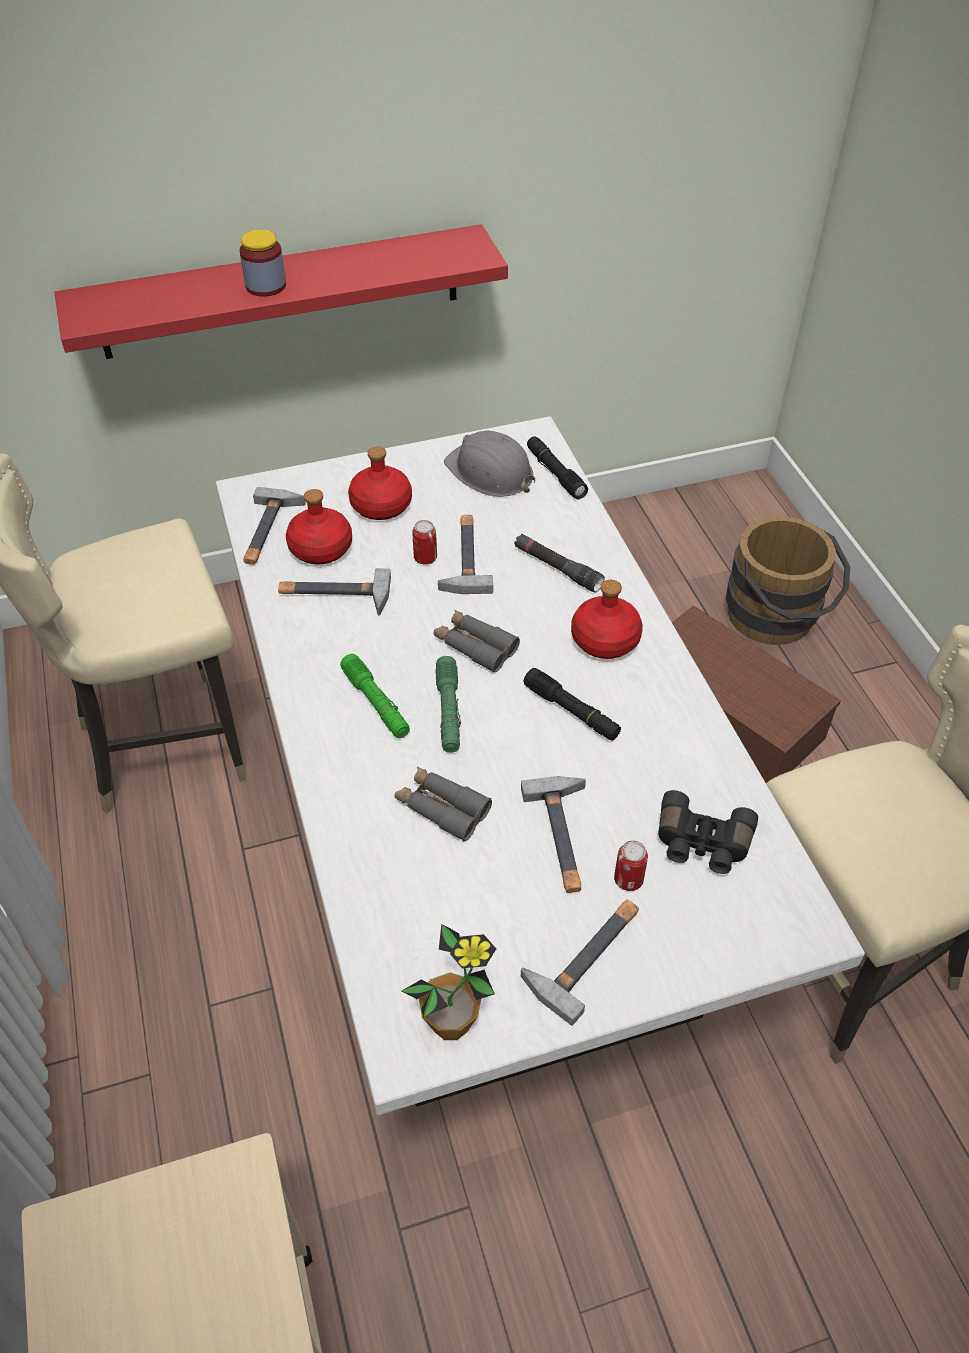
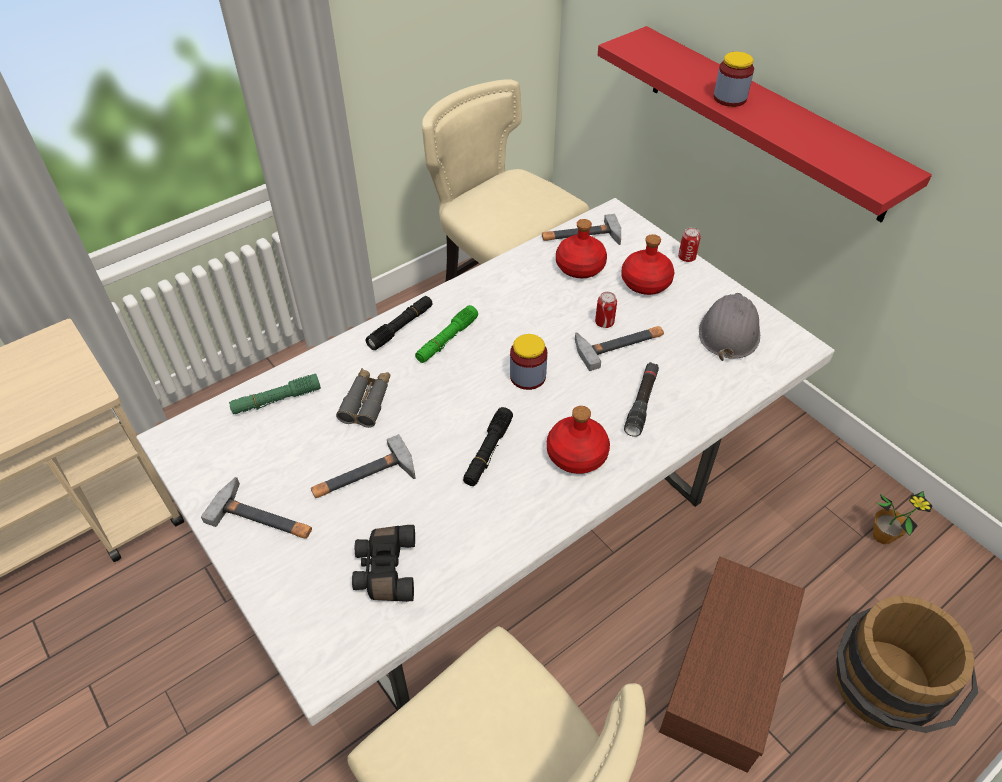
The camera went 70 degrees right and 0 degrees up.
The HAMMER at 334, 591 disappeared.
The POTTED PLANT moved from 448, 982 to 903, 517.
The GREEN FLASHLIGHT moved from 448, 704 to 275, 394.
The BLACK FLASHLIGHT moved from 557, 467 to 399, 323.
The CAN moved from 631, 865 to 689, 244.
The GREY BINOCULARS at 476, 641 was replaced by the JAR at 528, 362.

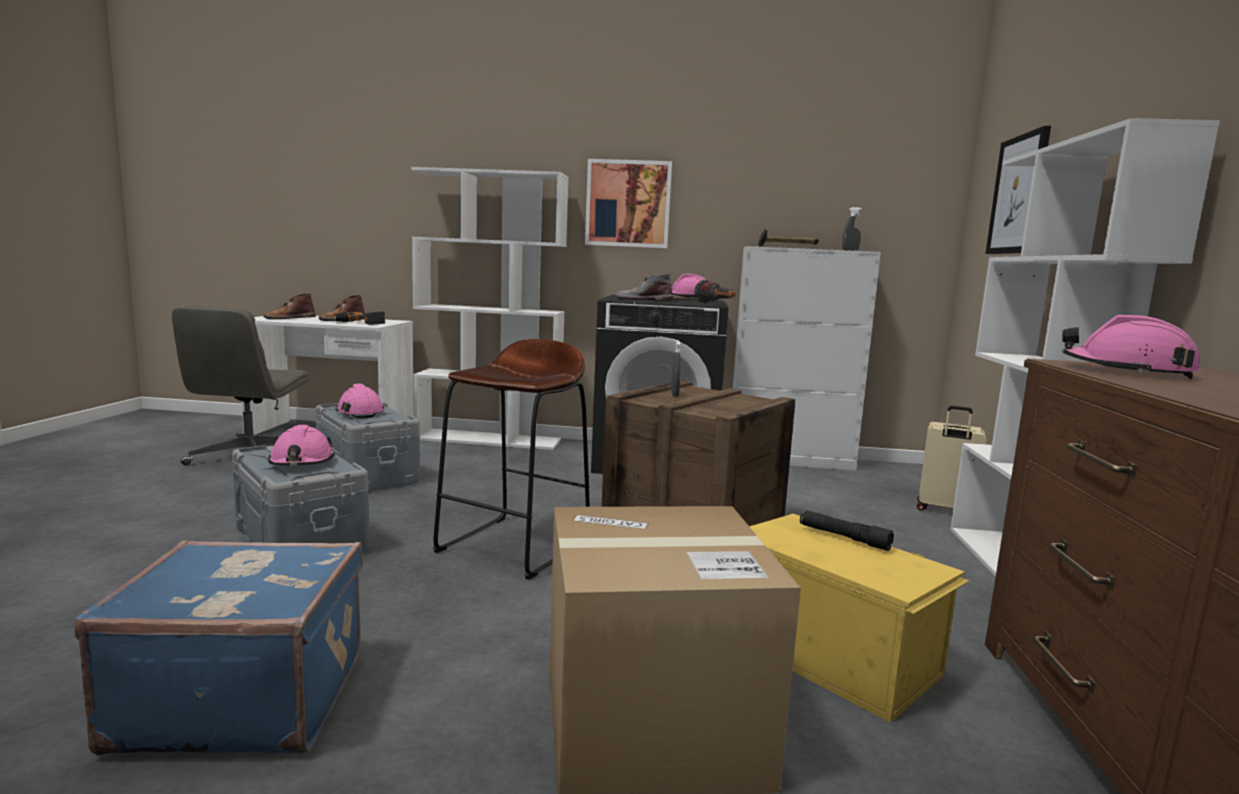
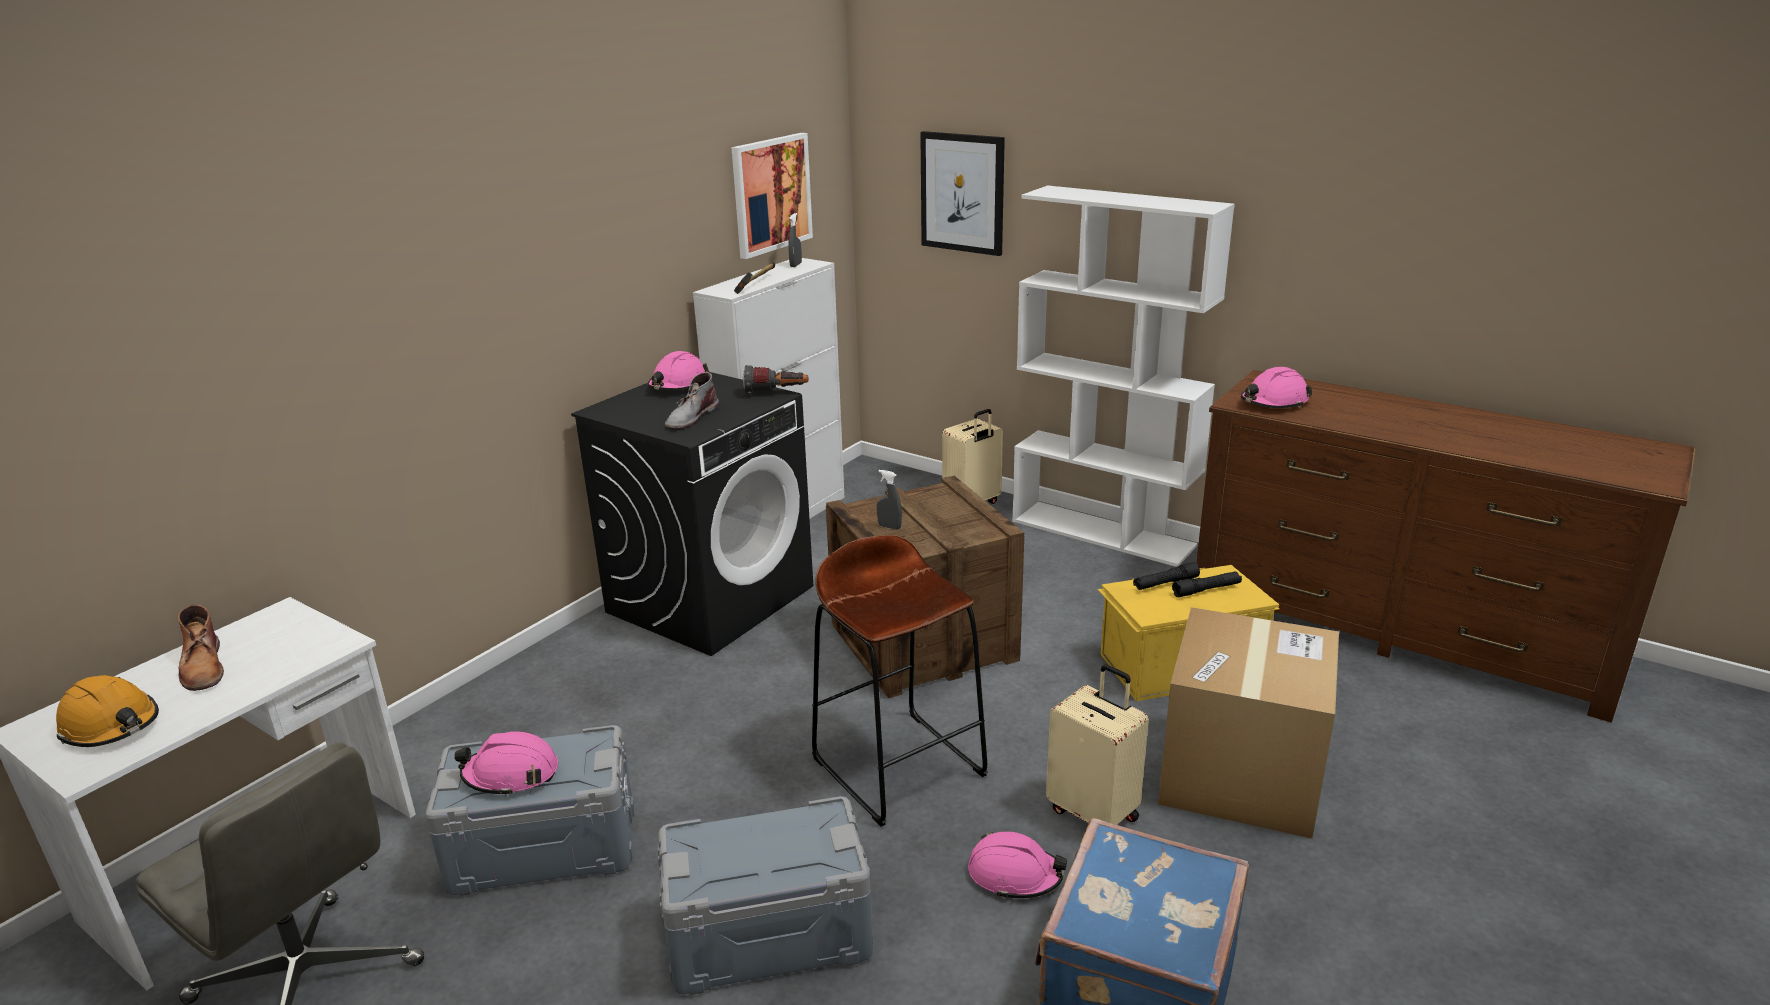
The camera went 60 degrees left and 15 degrees up.
The POWER DRILL at 359, 318 disappeared.
The WHITE BOOKCASE at 490, 308 disappeared.
The BEIGE SUITCASE at 1097, 744 appeared.
The BLACK FLASHLIGHT at 1207, 584 appeared.
The PINK HARD HAT moved from 301, 445 to 1017, 865.
The PICTURE moved from 628, 203 to 772, 196.
The BROWN BOOT at 289, 306 was replaced by the ORANGE HARD HAT at 107, 711.

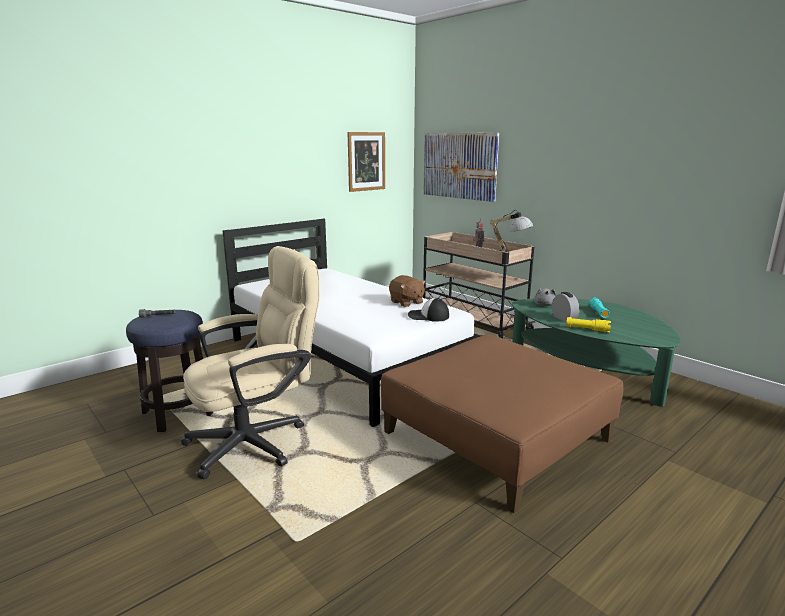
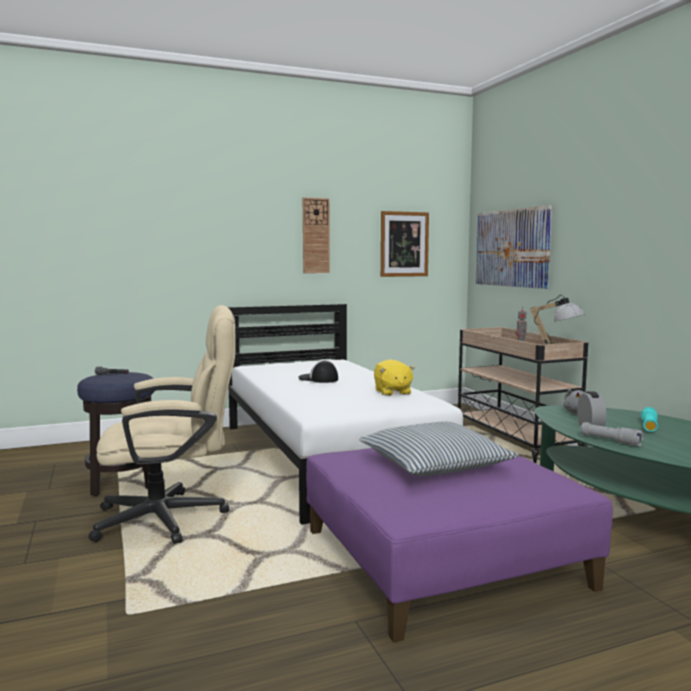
The camera went 20 degrees right and 10 degrees down.
The WALL CLOCK at 316, 235 appeared.
The PILLOW at 439, 449 appeared.
The CAP moved from 428, 310 to 318, 371.
The BROWN OTTOMAN at 502, 423 became the PURPLE OTTOMAN at 459, 545.
The BROWN PLUSH TOY at 407, 291 became the YELLOW PLUSH TOY at 394, 377.
The YELLOW FLASHLIGHT at 588, 324 became the GREY FLASHLIGHT at 612, 434.

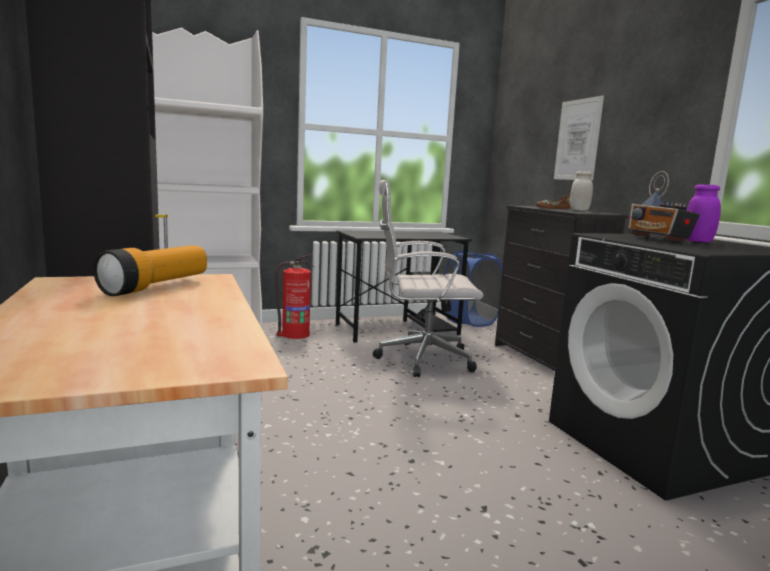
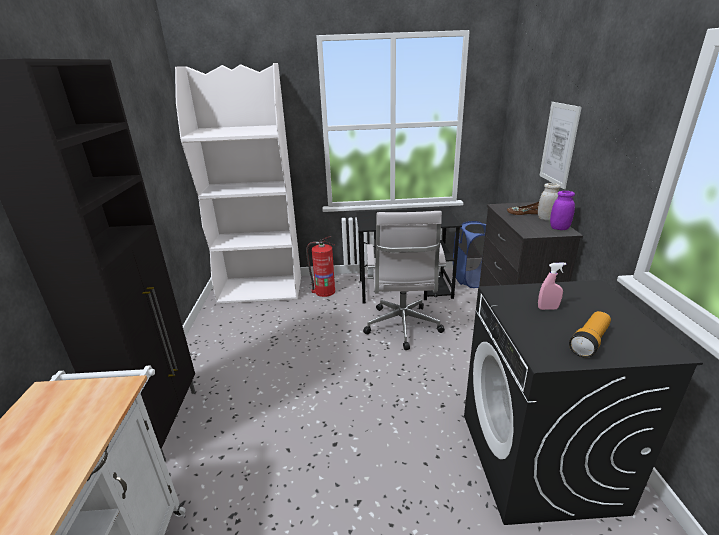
The camera went 20 degrees right and 15 degrees up.
The FLASHLIGHT moved from 150, 270 to 590, 334.
The PURPLE JAR moved from 703, 213 to 562, 210.
The RADIO at 664, 207 was replaced by the PINK SPRAY BOTTLE at 552, 286.
The WHITE OFFICE CHAIR at 428, 278 turned 105 degrees counterclockwise.

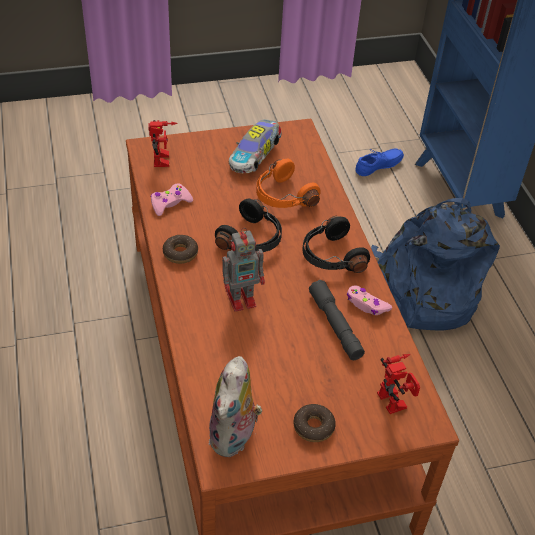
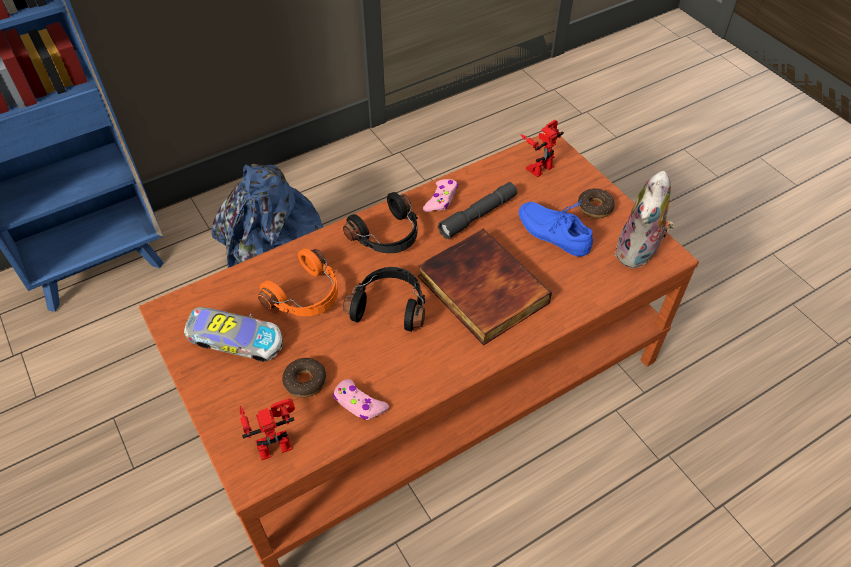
The camera went 105 degrees left and 5 degrees up.
The DONUT moved from 180, 249 to 304, 378.
The BLUE SHOE moved from 379, 162 to 556, 228.
The TOY ROBOT at 243, 270 was replaced by the BOOK at 485, 287.
The PLUSH TOY at 235, 406 turned 120 degrees clockwise.

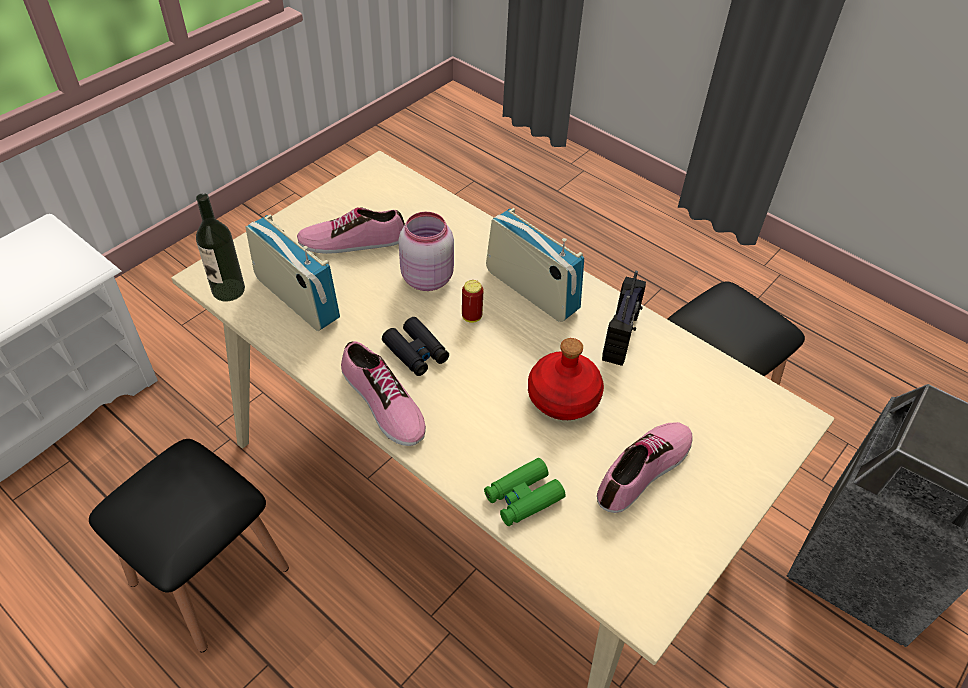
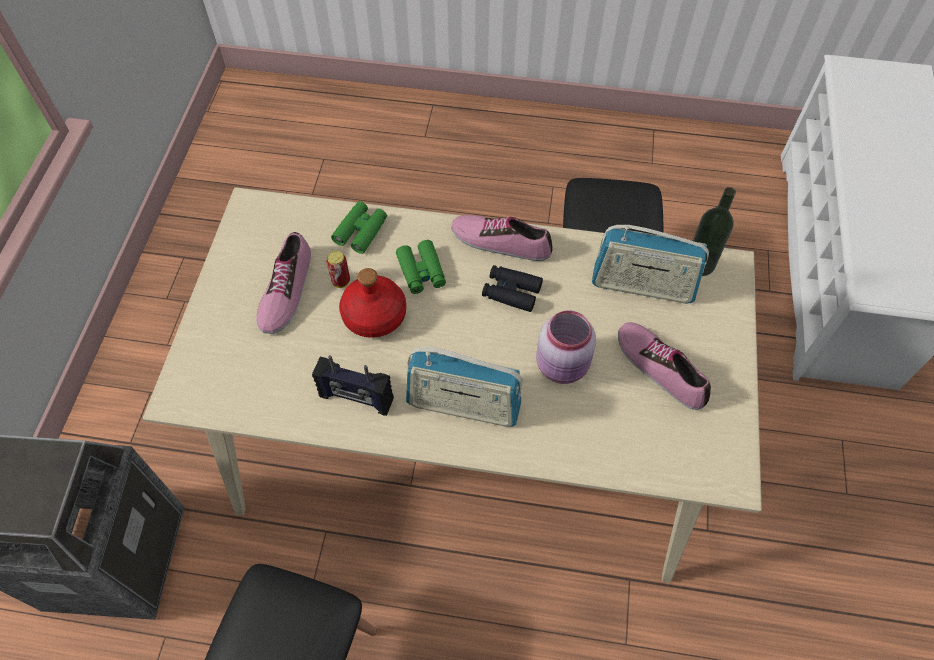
The camera went 150 degrees right and 10 degrees up.
The GREEN BINOCULARS at 421, 267 appeared.
The CAN moved from 473, 301 to 338, 269.
The SHOE at 351, 231 turned 90 degrees counterclockwise.
The RADIO at 624, 318 turned 60 degrees counterclockwise.

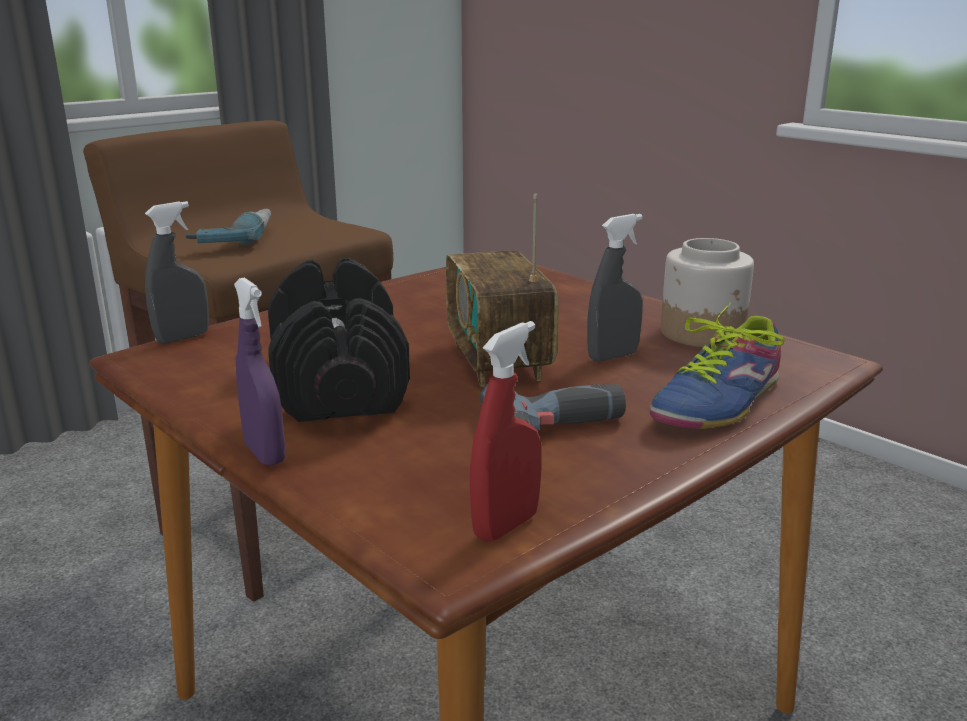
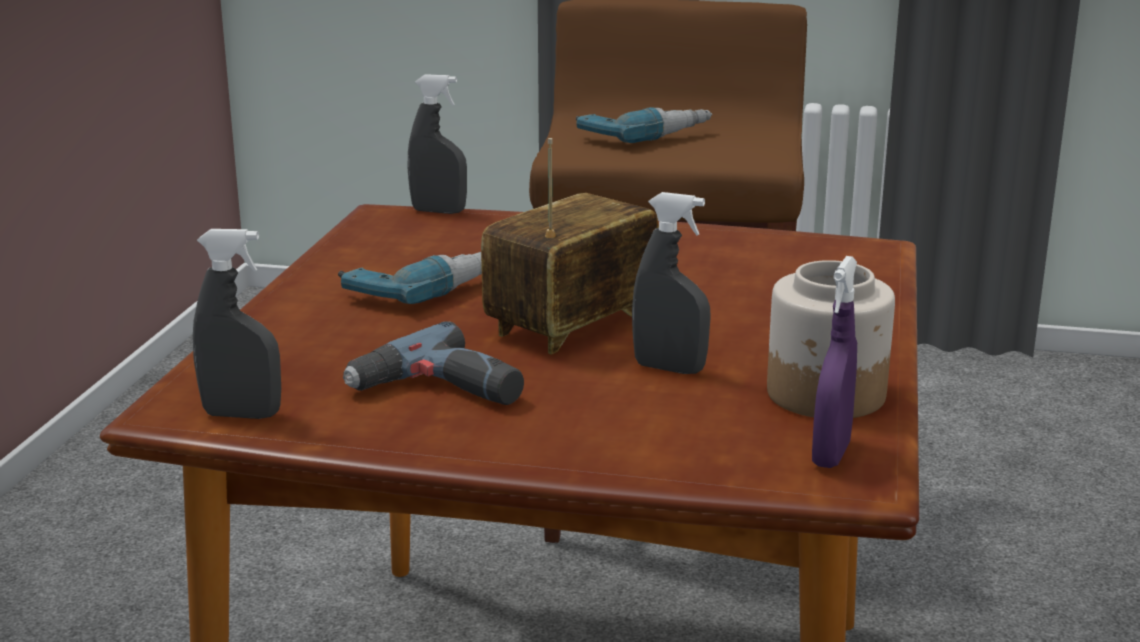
The camera went 55 degrees right and 0 degrees up.
The SHOE at 717, 365 disappeared.
The PURPLE SPRAY BOTTLE moved from 259, 371 to 834, 362.
The BLACK DUMBBELL at 339, 340 was replaced by the POWER DRILL at 410, 278.
The RED SPRAY BOTTLE at 506, 431 became the GREY SPRAY BOTTLE at 237, 324.

